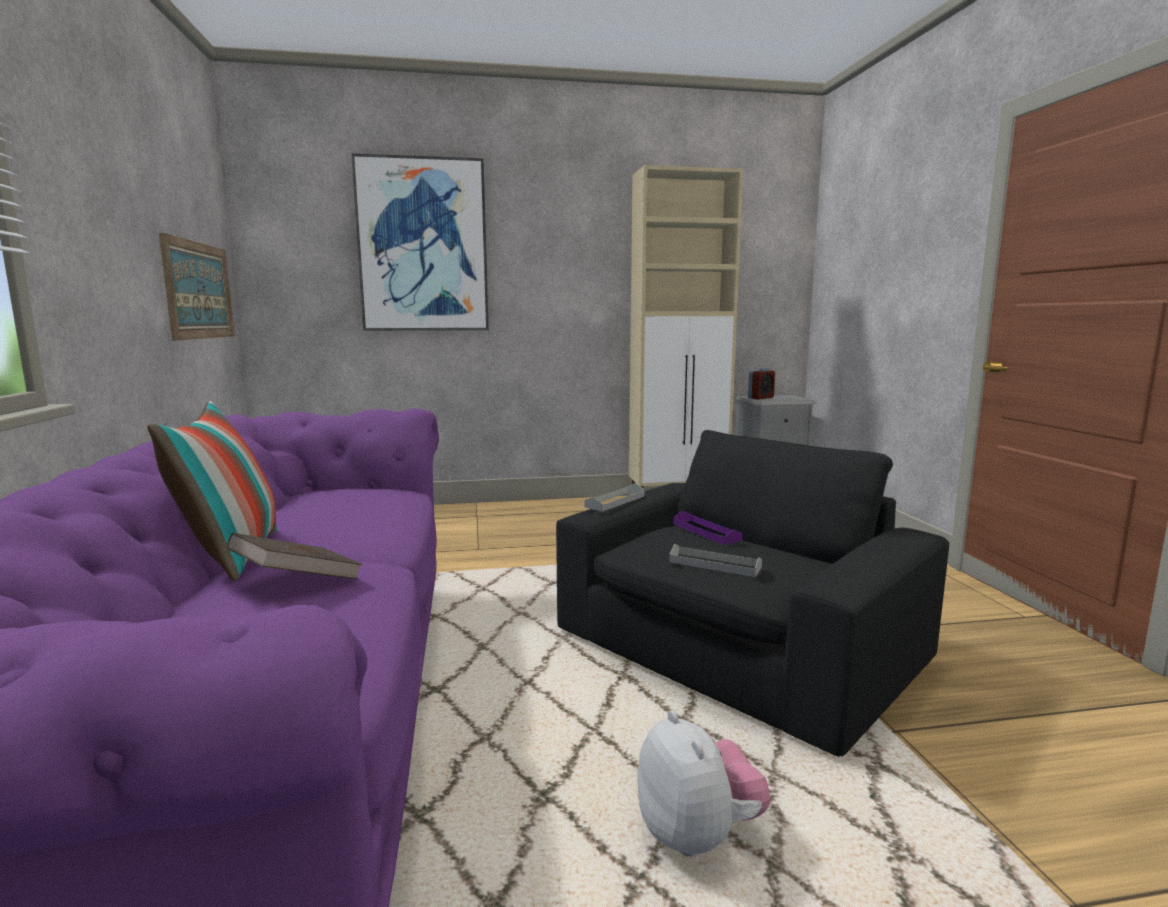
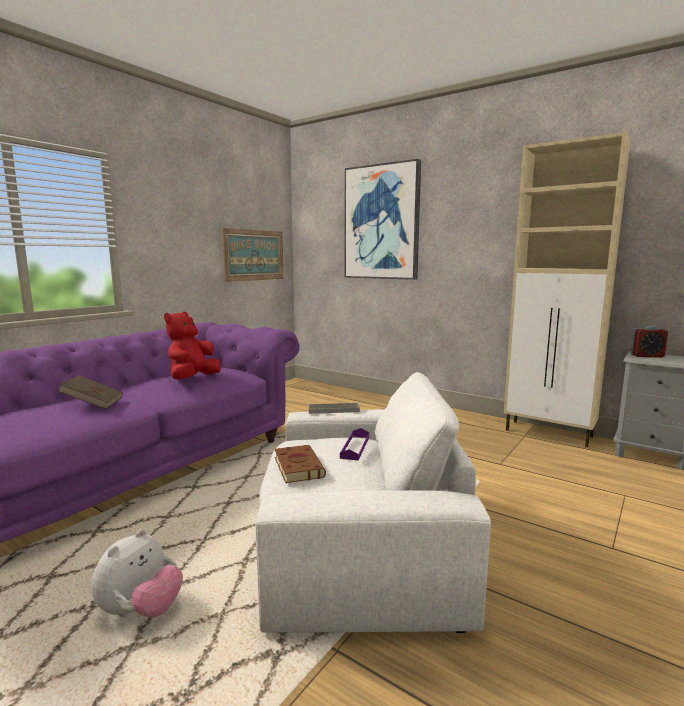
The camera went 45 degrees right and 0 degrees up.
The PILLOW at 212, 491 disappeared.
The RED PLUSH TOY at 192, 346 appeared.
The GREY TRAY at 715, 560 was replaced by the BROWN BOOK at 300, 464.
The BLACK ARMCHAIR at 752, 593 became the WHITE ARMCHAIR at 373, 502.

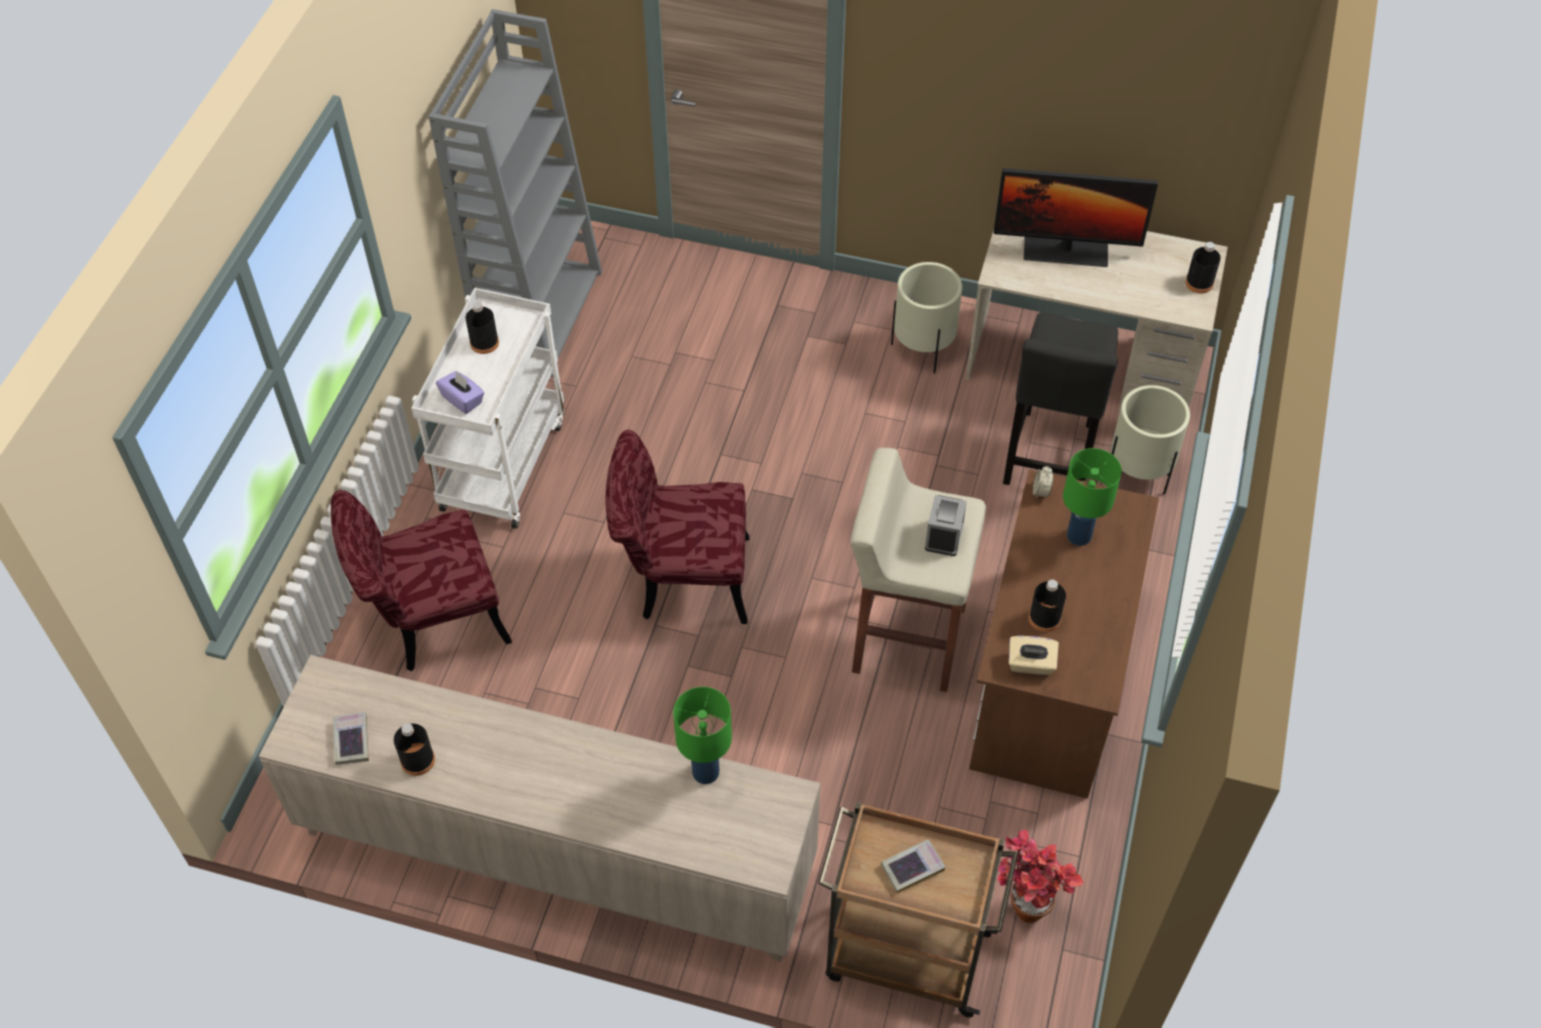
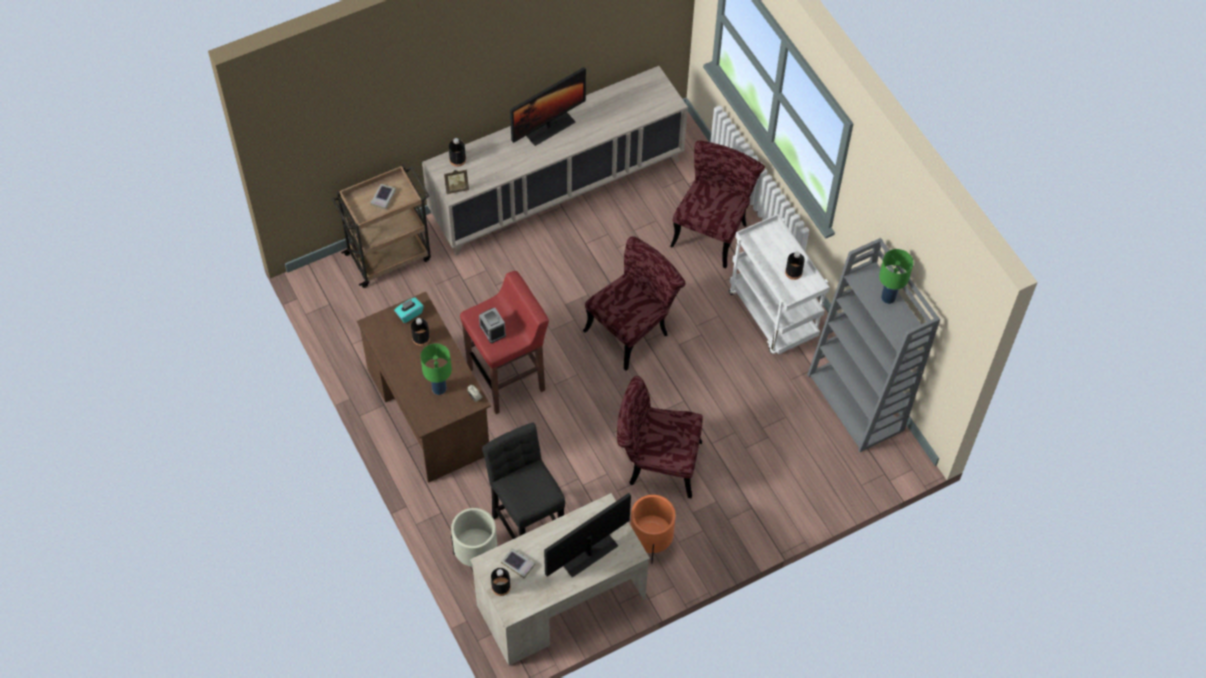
The camera went 135 degrees right and 5 degrees up.
The PURPLE TISSUE BOX at 460, 392 disappeared.
The POTTED PLANT at 1040, 876 disappeared.
The PICTURE FRAME at 456, 181 appeared.
The MONITOR at 548, 106 appeared.
The RED CHAIR at 660, 437 appeared.
The BOOK moved from 351, 738 to 518, 563.
The BLACK BOTTLE moved from 414, 749 to 457, 152.
The GREEN TABLE LAMP moved from 702, 735 to 896, 276.
The BEIGE STOOL at 918, 570 became the RED STOOL at 504, 342.
The BEIGE PLANTER at 926, 317 became the ORANGE PLANTER at 653, 529.
The BEIGE TISSUE BOX at 1034, 655 became the TURQUOISE TISSUE BOX at 409, 310.

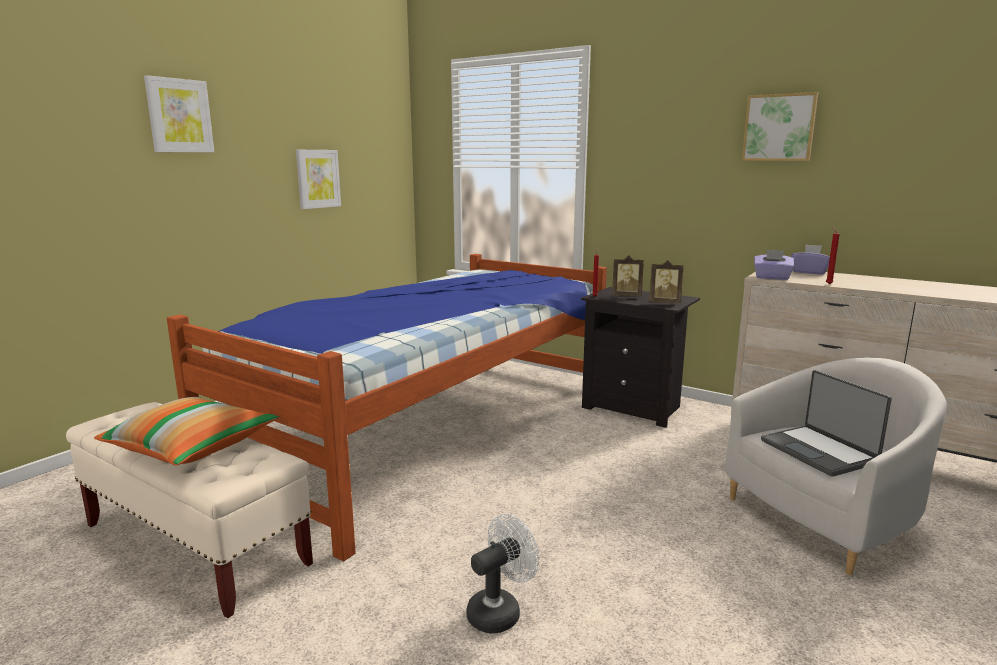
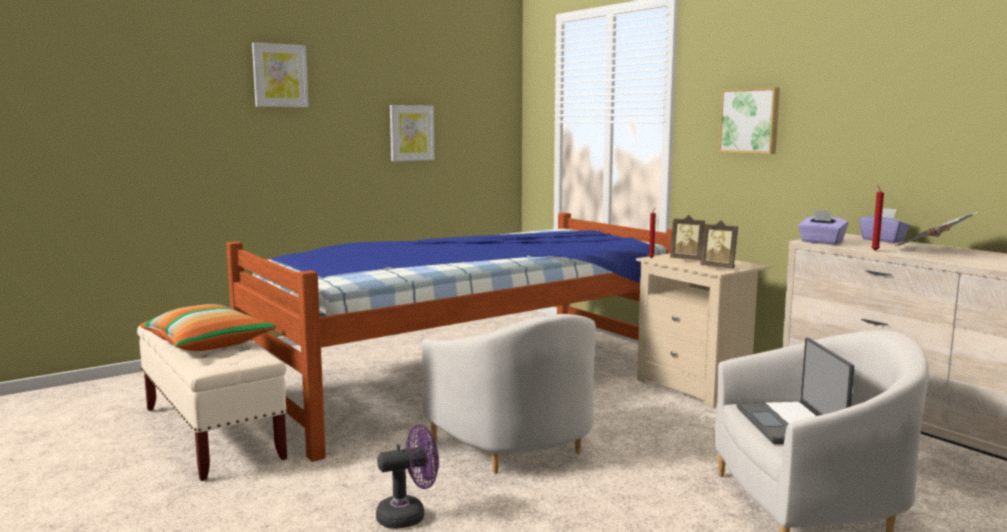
The camera went 20 degrees right and 5 degrees down.
The WHITE ARMCHAIR at 509, 394 appeared.
The NEWSPAPER at 937, 228 appeared.
The PICTURE moved from 780, 126 to 749, 120.
The WHITE FAN at 503, 574 became the PURPLE FAN at 407, 477.
The BLACK NIGHTSTAND at 640, 357 became the BEIGE NIGHTSTAND at 703, 331.

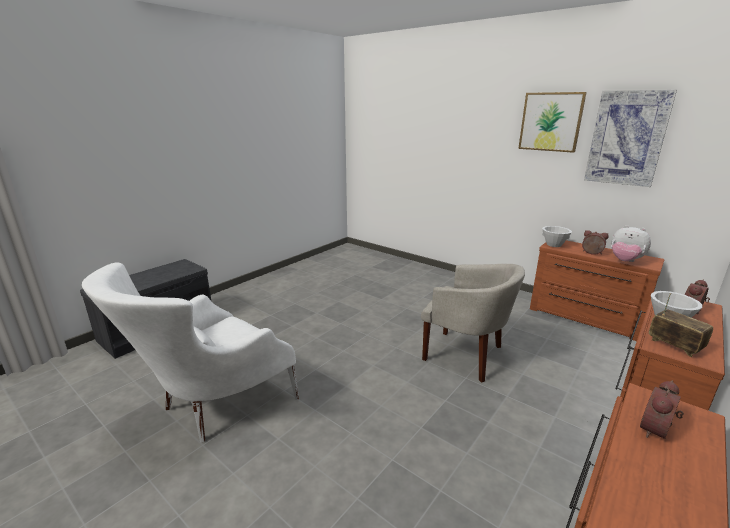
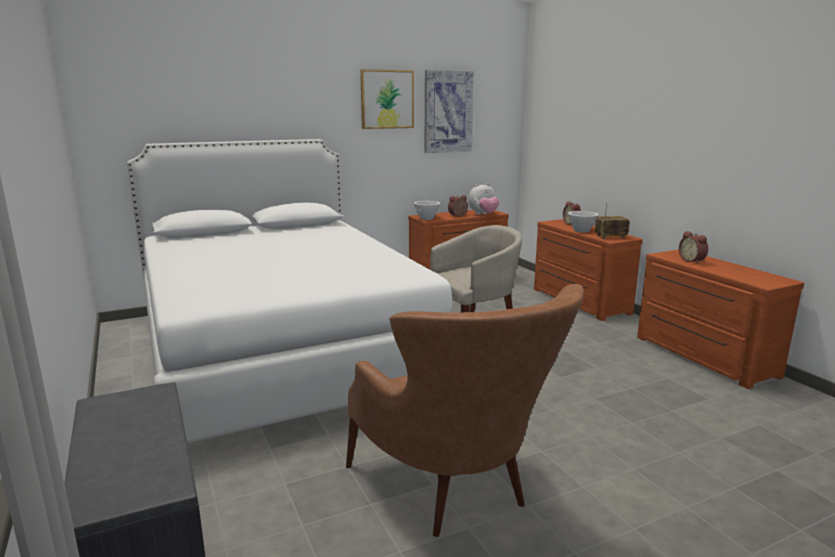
The camera went 65 degrees left and 5 degrees down.
The WHITE BED at 289, 291 appeared.
The WHITE ARMCHAIR at 190, 352 became the BROWN ARMCHAIR at 465, 410.

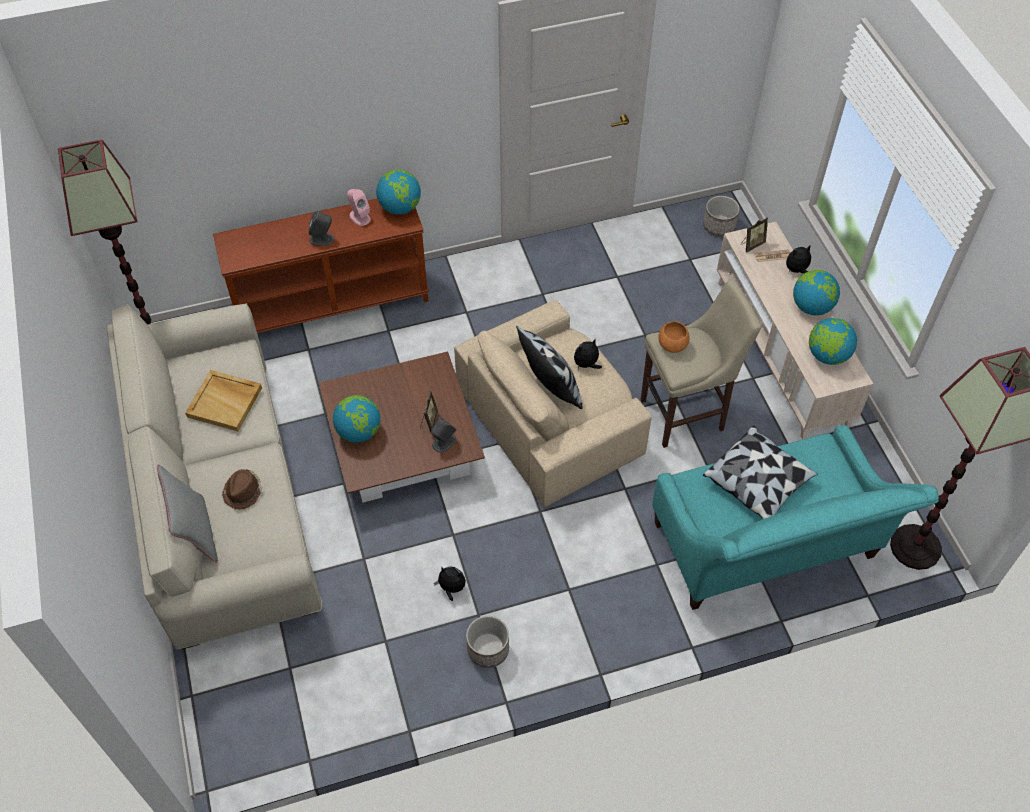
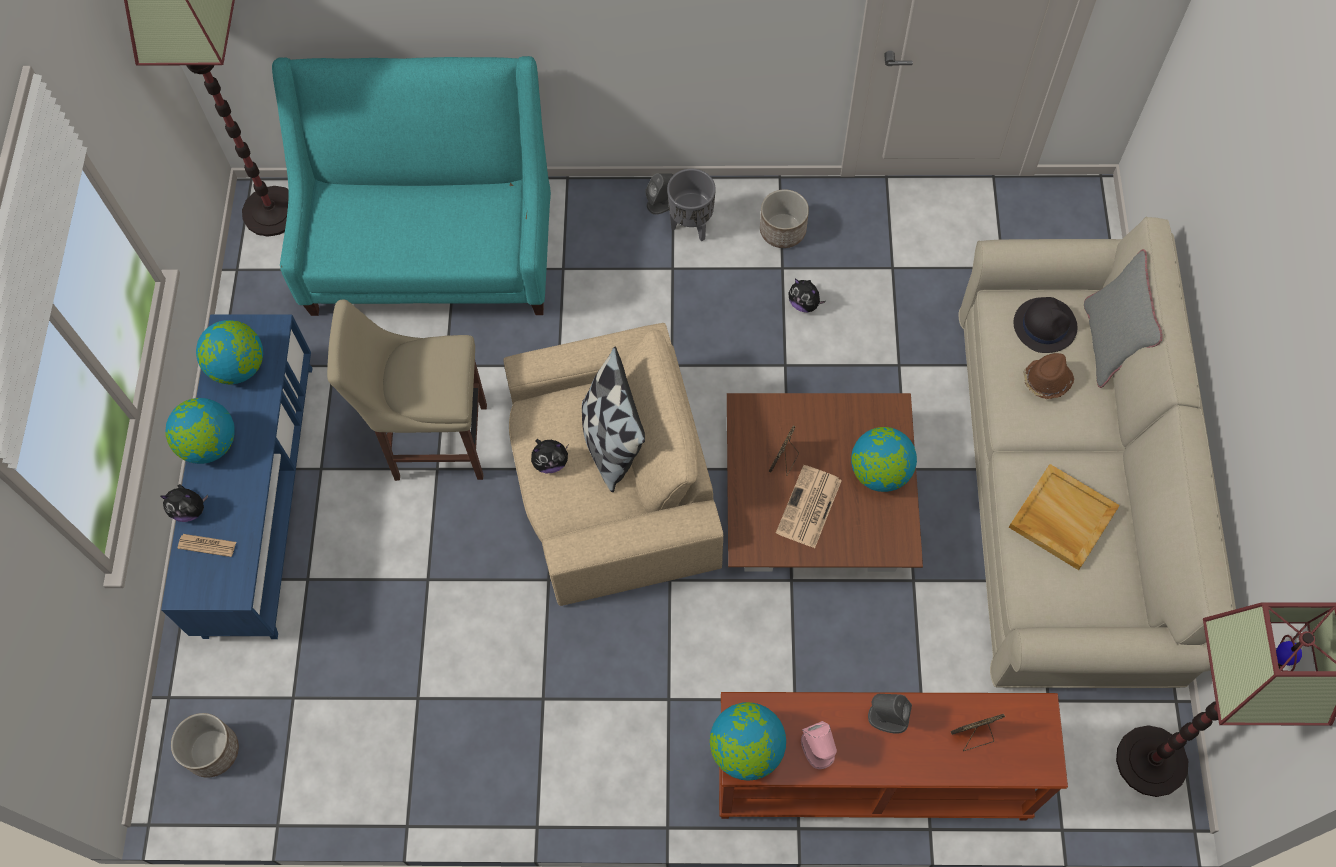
The camera went 160 degrees left and 10 degrees up.
The ORANGE BOWL at 674, 337 disappeared.
The PILLOW at 760, 472 disappeared.
The GREY PLANTER at 691, 205 appeared.
The NEWSPAPER at 809, 506 appeared.
The BLACK HAT at 1045, 325 appeared.
The GREY SPEAKER moved from 443, 435 to 659, 194.
The PICTURE FRAME moved from 754, 235 to 978, 732.
The BEIGE TV STAND at 795, 331 became the BLUE TV STAND at 237, 476.

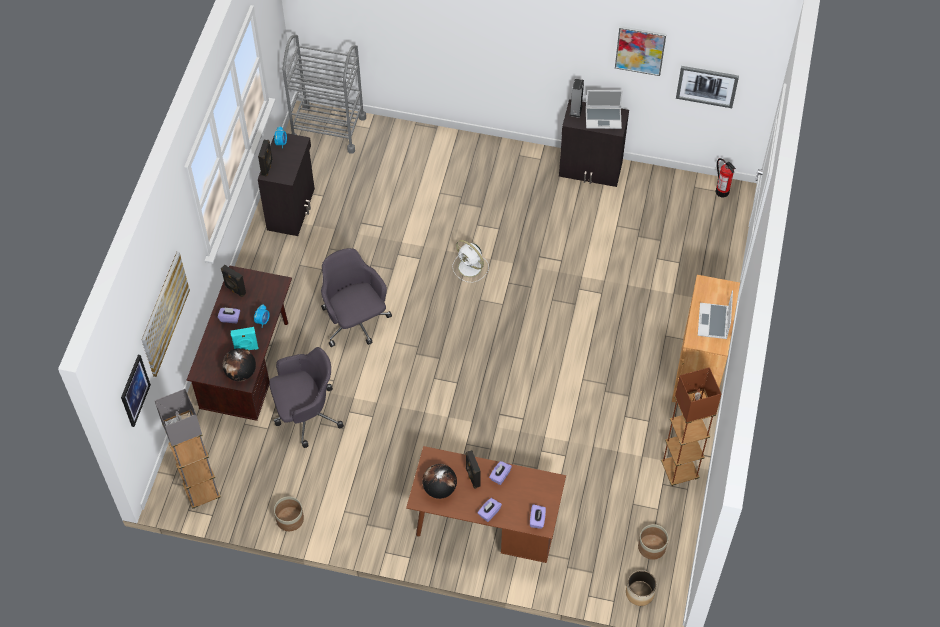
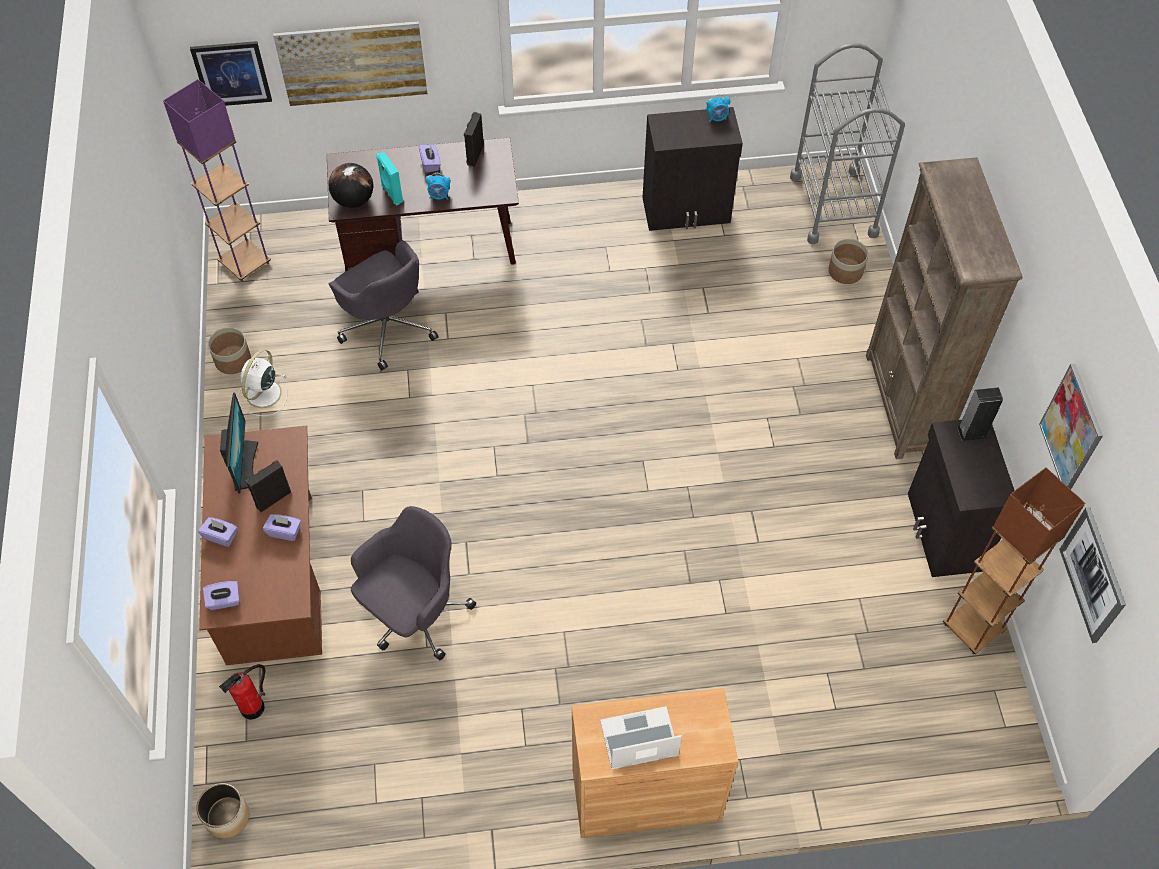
The camera went 70 degrees right and 0 degrees up.
The BLACK SPEAKER at 265, 158 disappeared.
The LAPTOP at 604, 109 disappeared.
The BROWN BOOKCASE at 944, 308 appeared.
The GREY OFFICE CHAIR moved from 356, 297 to 413, 583.
The WHITE FAN moved from 470, 261 to 262, 382.
The PLANTER moved from 653, 542 to 848, 261.
The BROWN FLOOR LAMP moved from 691, 426 to 1014, 560.
The FIRE EXTINGUISHER moved from 726, 177 to 242, 692.
The GLOBE at 439, 481 was replaced by the MONITOR at 239, 443.
The GREY FLOOR LAMP at 188, 449 became the PURPLE FLOOR LAMP at 217, 180.

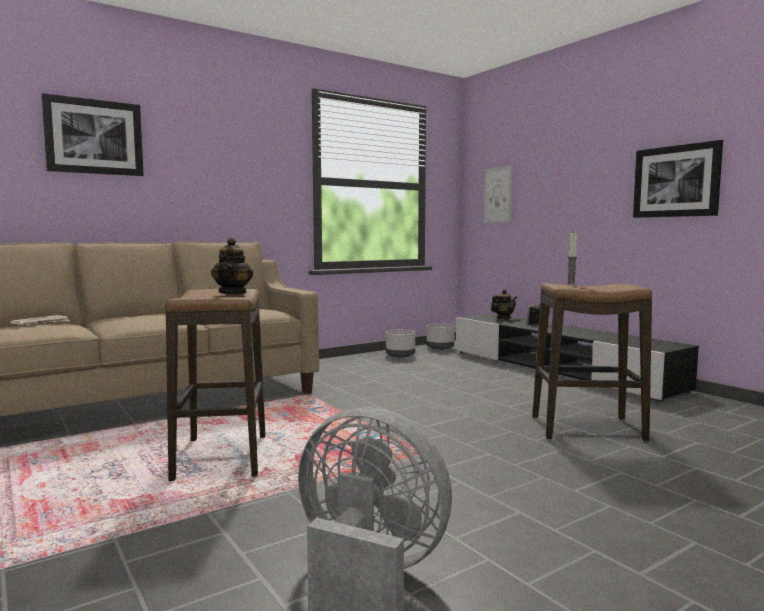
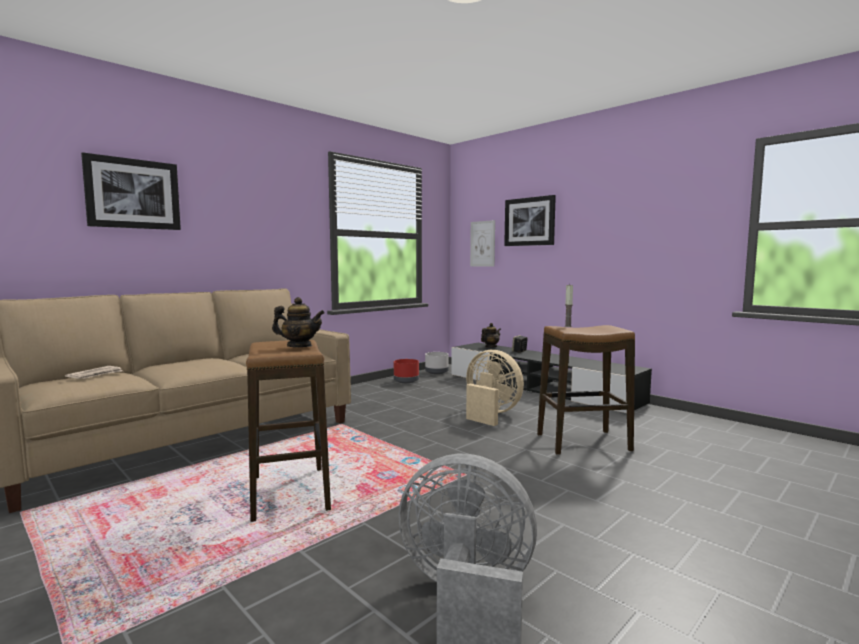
The camera went 10 degrees left and 0 degrees up.
The BEIGE FAN at 495, 388 appeared.
The PICTURE moved from 678, 179 to 530, 220.
The GREY PLANTER at 400, 344 became the RED PLANTER at 406, 371.
The TEAPOT at 232, 266 turned 75 degrees counterclockwise.

